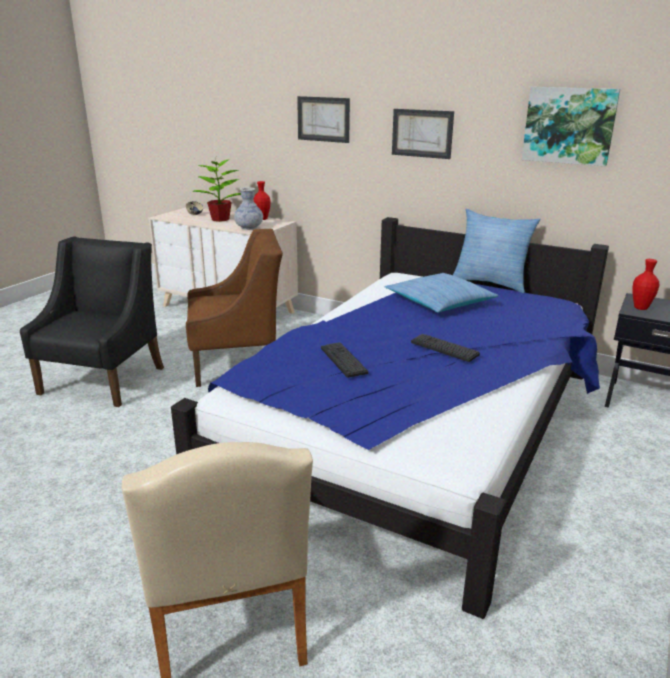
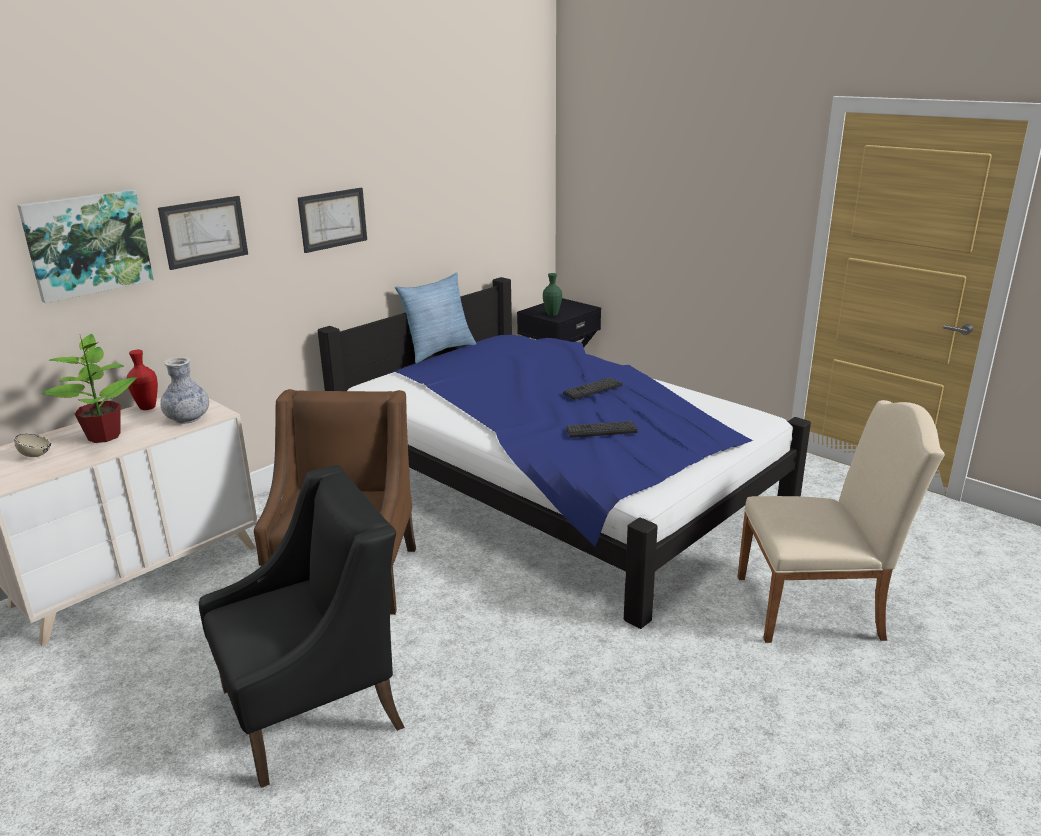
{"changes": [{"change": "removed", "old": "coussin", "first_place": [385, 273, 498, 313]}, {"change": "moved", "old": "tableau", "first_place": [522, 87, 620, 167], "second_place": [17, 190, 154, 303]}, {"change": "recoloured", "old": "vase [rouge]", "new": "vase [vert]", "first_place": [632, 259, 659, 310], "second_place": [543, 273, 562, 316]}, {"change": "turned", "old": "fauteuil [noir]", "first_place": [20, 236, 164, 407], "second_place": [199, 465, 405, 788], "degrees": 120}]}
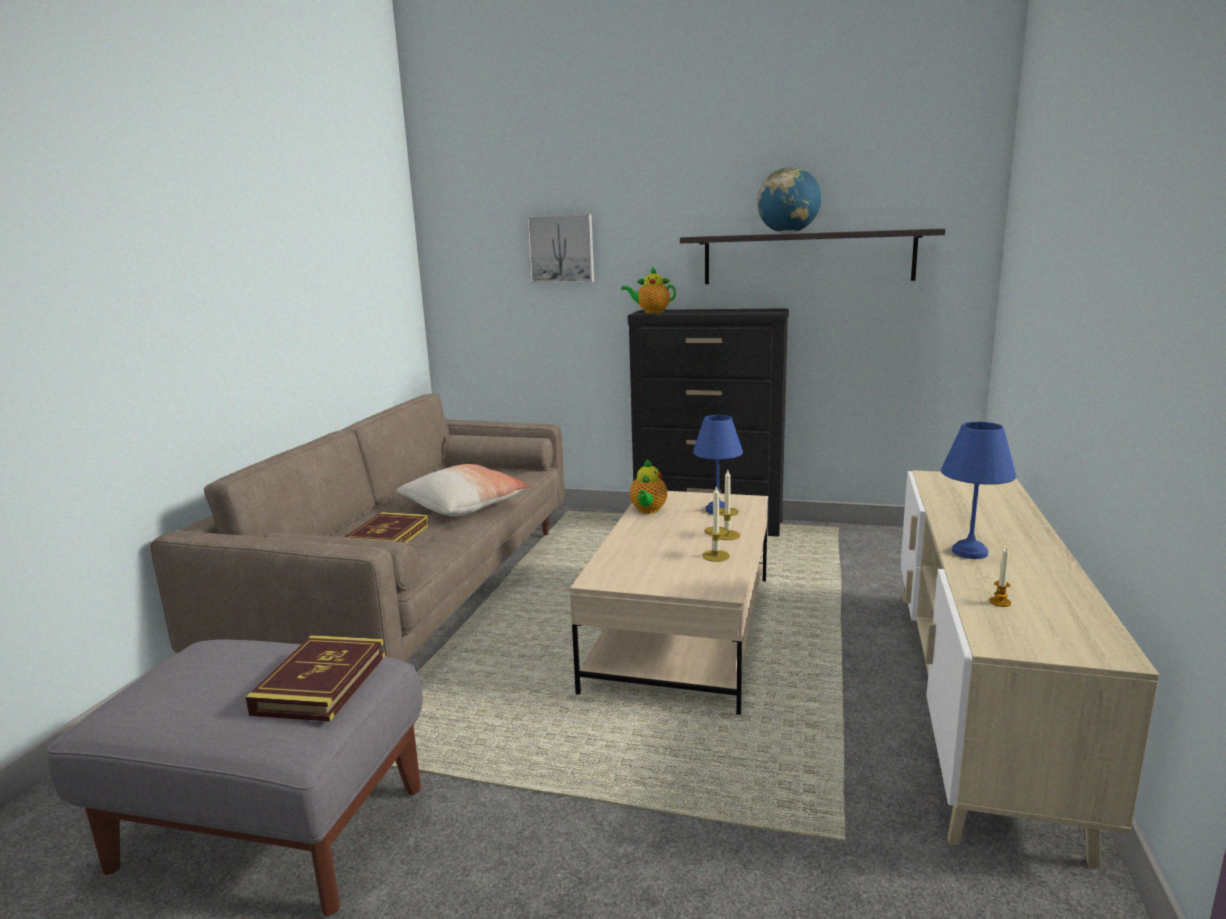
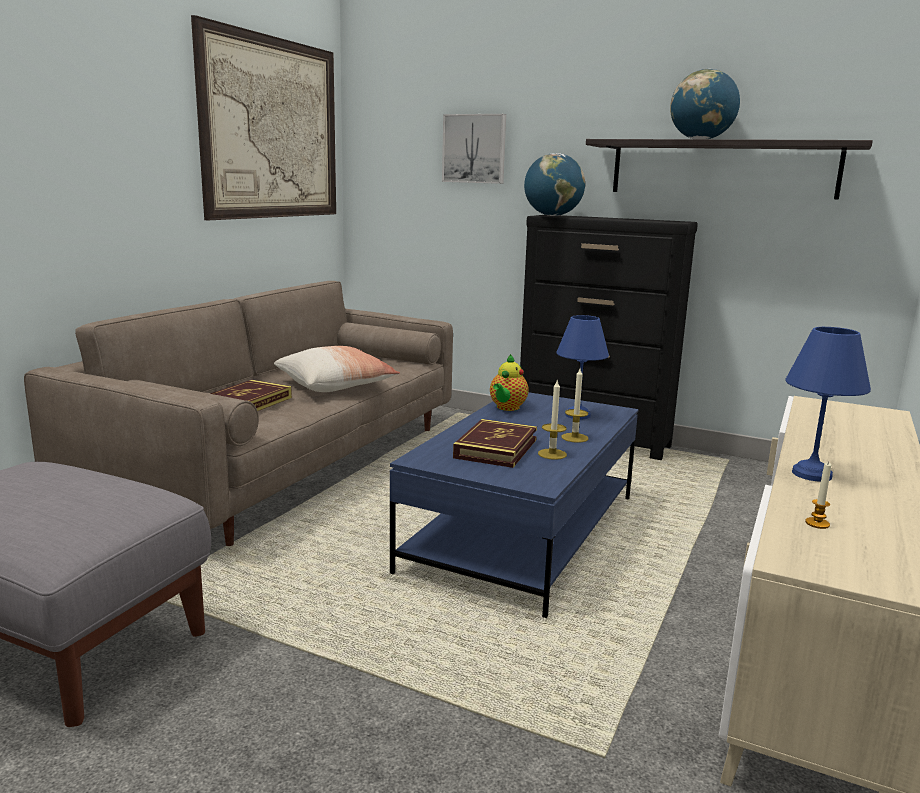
{"changes": [{"change": "added", "new": "tableau", "second_place": [191, 15, 336, 220]}, {"change": "moved", "old": "livre", "first_place": [245, 635, 385, 722], "second_place": [453, 419, 537, 468]}, {"change": "replaced", "old": "théière", "new": "globe", "first_place": [621, 267, 676, 313], "second_place": [524, 153, 585, 216]}, {"change": "recoloured", "old": "table basse [beige]", "new": "table basse [bleu]", "first_place": [570, 491, 768, 715], "second_place": [390, 392, 638, 618]}]}
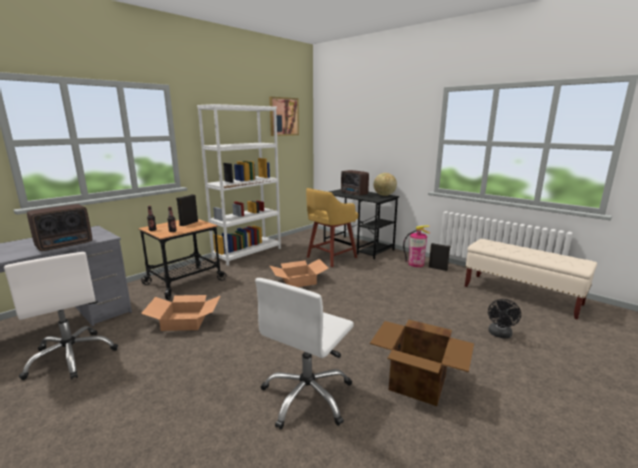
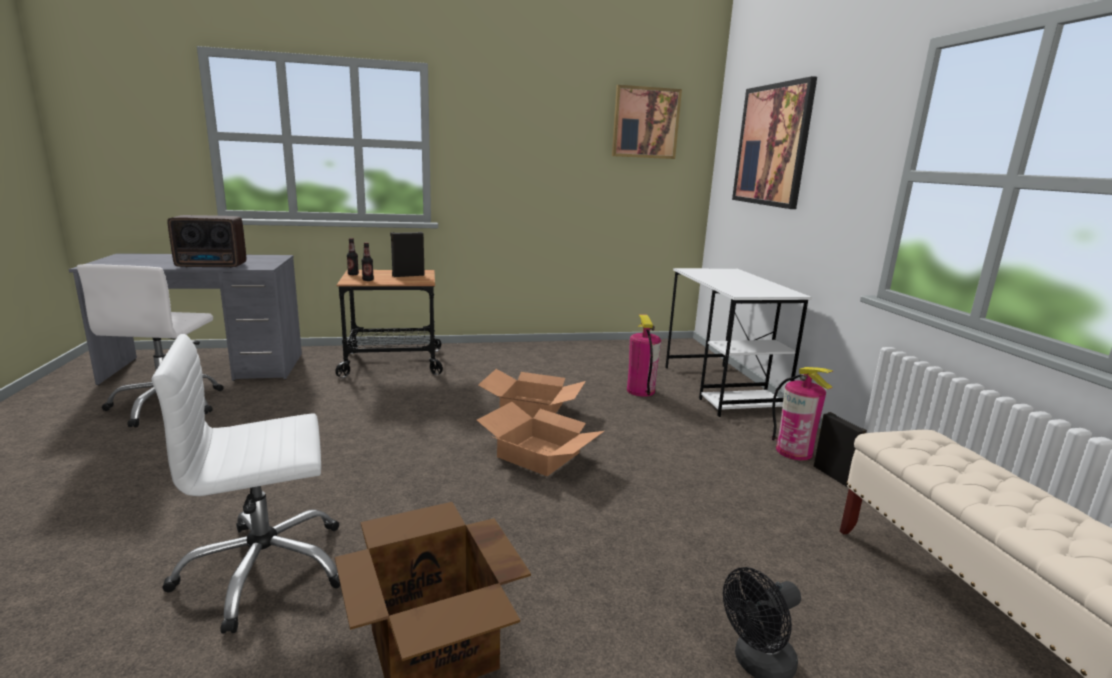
{"changes": [{"change": "removed", "old": "bibliothèque [blanc]", "first_place": [197, 104, 281, 266]}, {"change": "removed", "old": "radio", "first_place": [341, 170, 369, 196]}, {"change": "removed", "old": "globe", "first_place": [373, 173, 397, 196]}, {"change": "added", "new": "tableau", "second_place": [732, 76, 817, 209]}, {"change": "moved", "old": "carton", "first_place": [141, 295, 220, 331], "second_place": [477, 402, 604, 476]}, {"change": "replaced", "old": "tabouret [jaune]", "new": "extincteur", "first_place": [306, 188, 358, 267], "second_place": [627, 314, 661, 397]}, {"change": "recoloured", "old": "bureau [noir]", "new": "bureau [blanc]", "first_place": [324, 189, 399, 259], "second_place": [665, 268, 812, 417]}]}
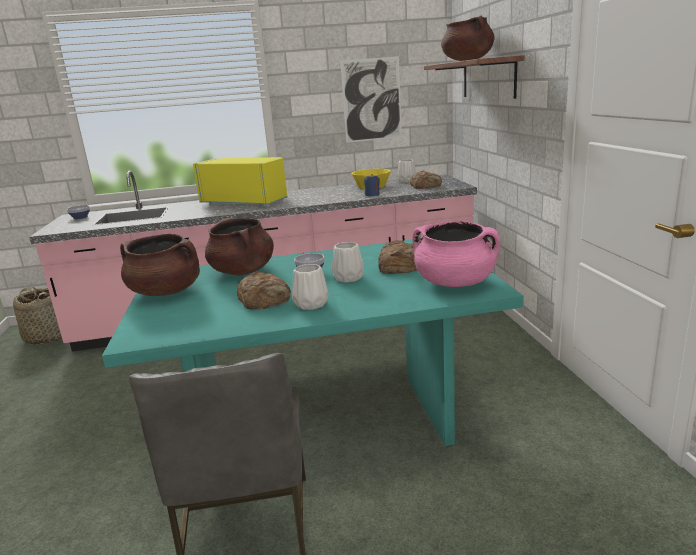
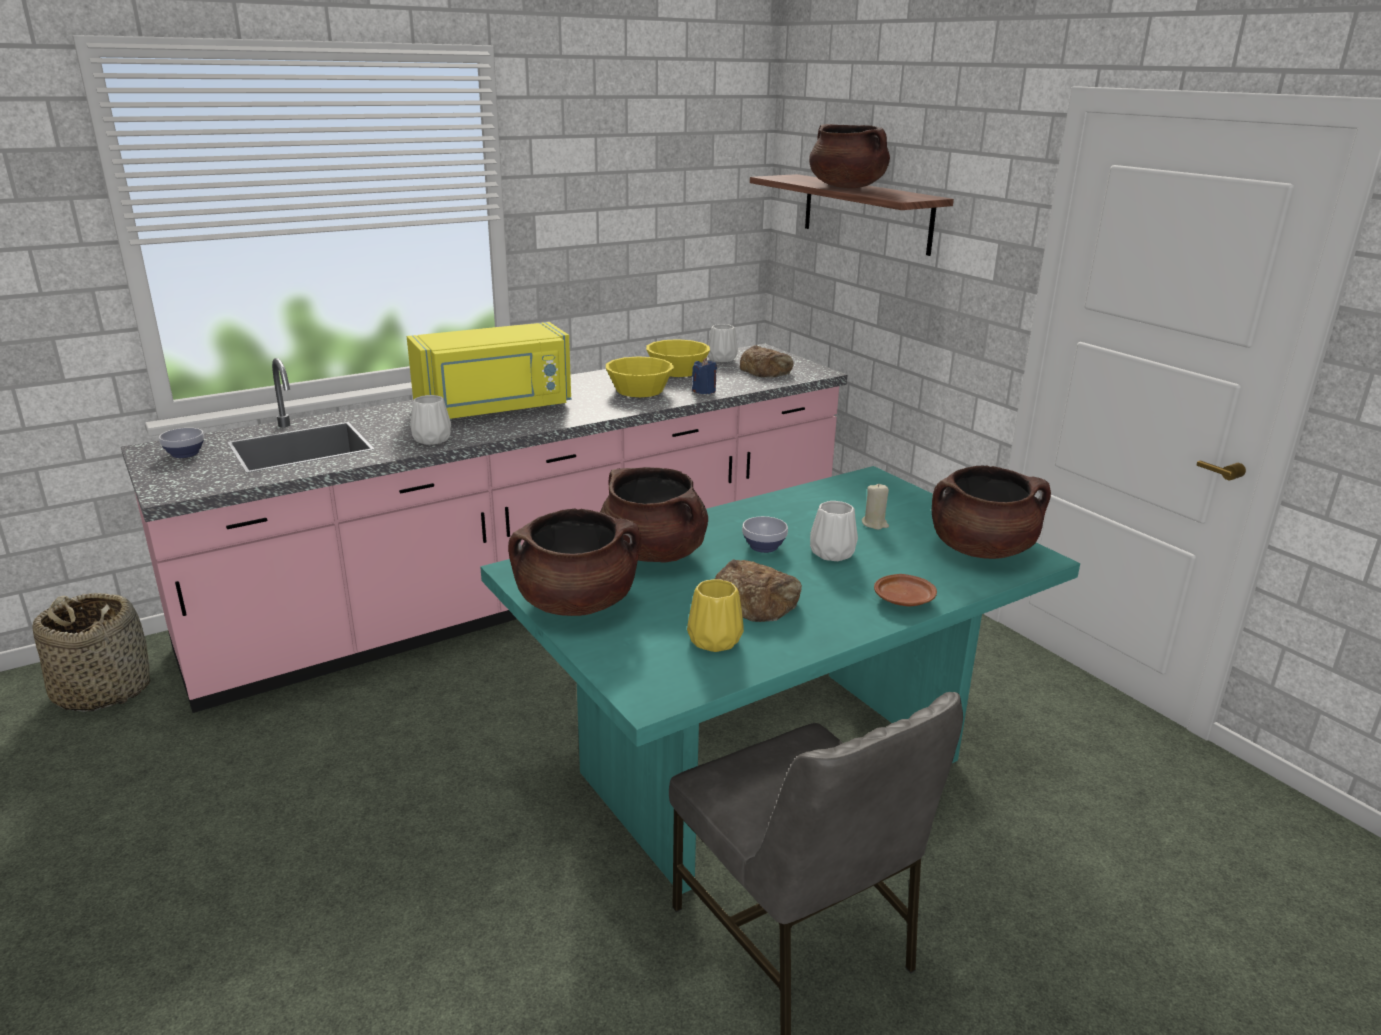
{"changes": [{"change": "removed", "old": "tableau", "first_place": [340, 56, 402, 143]}, {"change": "added", "new": "bol [jaune]", "second_place": [606, 356, 674, 397]}, {"change": "added", "new": "vase [jaune]", "second_place": [687, 579, 744, 652]}, {"change": "added", "new": "assiette [marron]", "second_place": [874, 574, 937, 606]}, {"change": "moved", "old": "vase [blanc]", "first_place": [292, 264, 328, 310], "second_place": [410, 395, 451, 445]}, {"change": "replaced", "old": "pain", "new": "bougie [beige]", "first_place": [378, 241, 417, 274], "second_place": [862, 484, 889, 530]}, {"change": "recoloured", "old": "marmite [rose]", "new": "marmite [marron]", "first_place": [413, 221, 500, 287], "second_place": [932, 465, 1051, 559]}, {"change": "turned", "old": "micro-ondes [jaune]", "first_place": [193, 157, 287, 207], "second_place": [407, 322, 571, 420], "degrees": 150}]}
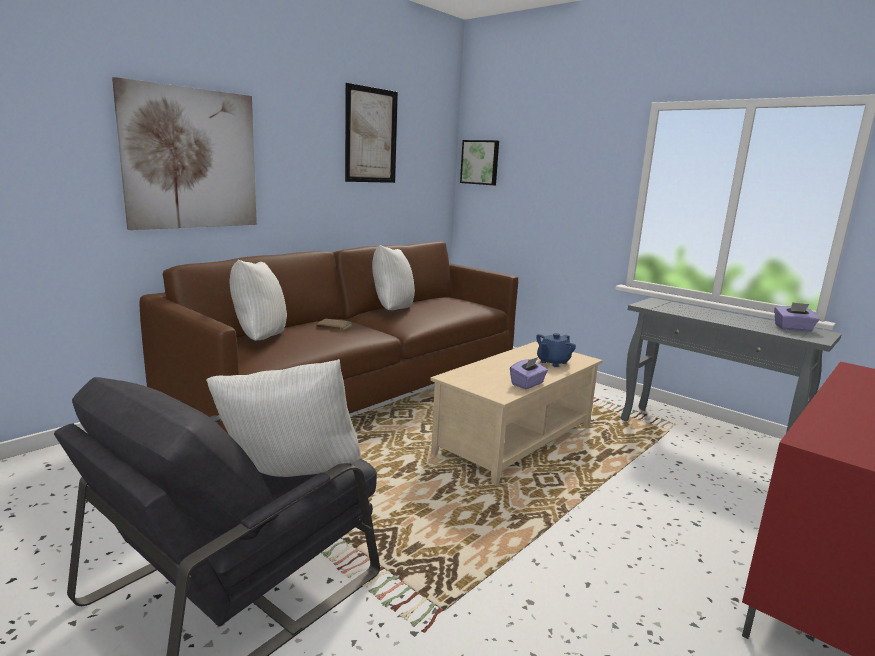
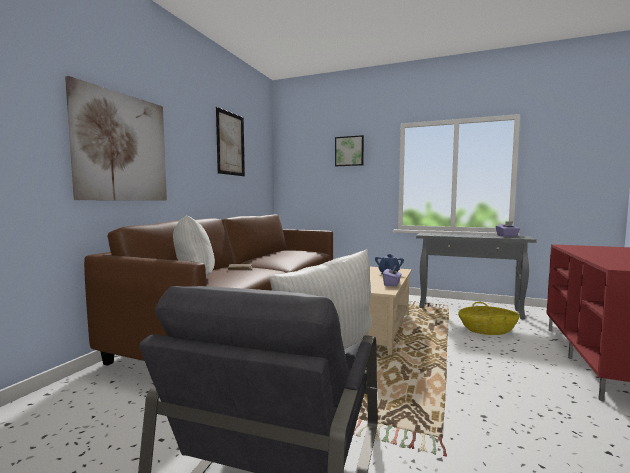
{"changes": [{"change": "removed", "old": "coussin [blanc]", "first_place": [372, 245, 415, 310]}, {"change": "added", "new": "panier", "second_place": [458, 302, 519, 335]}, {"change": "moved", "old": "tableau", "first_place": [460, 140, 499, 185], "second_place": [335, 135, 364, 166]}]}
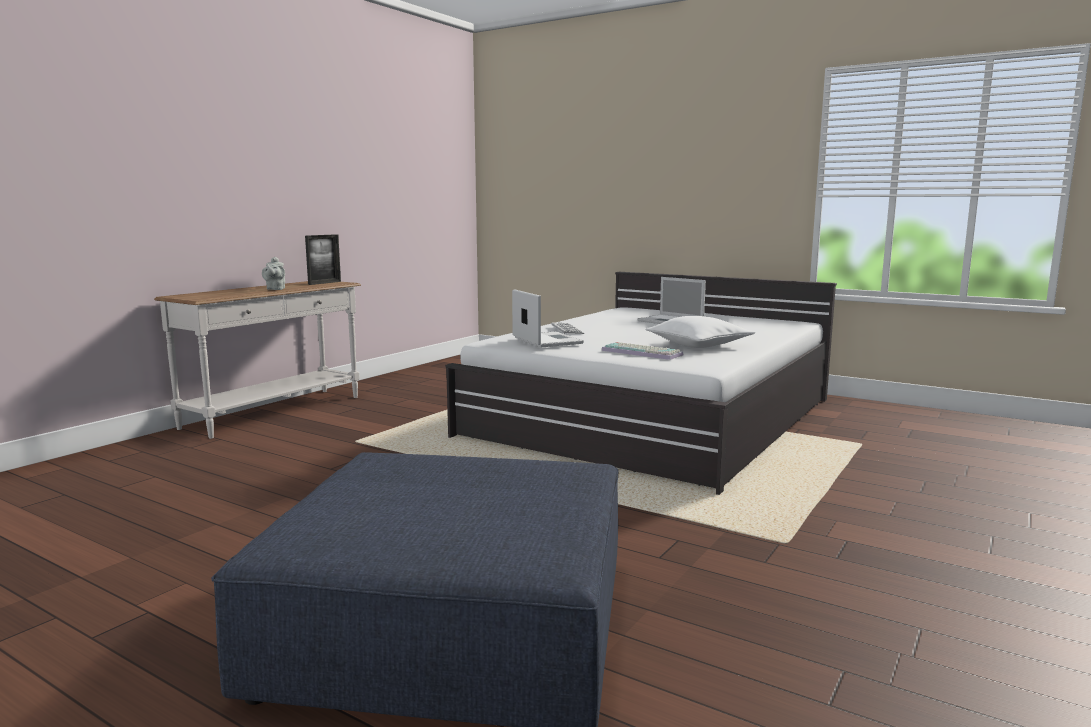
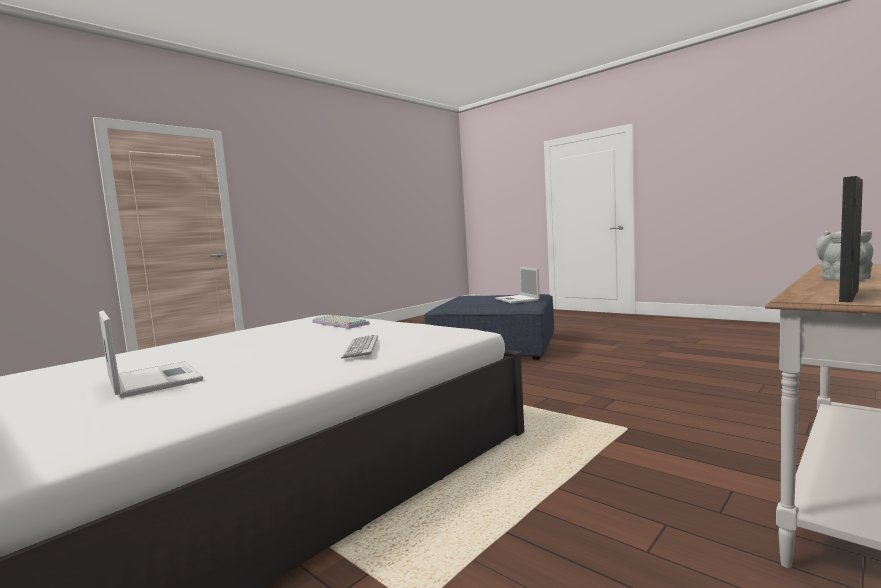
{"changes": [{"change": "removed", "old": "coussin [blanc]", "first_place": [646, 316, 755, 348]}, {"change": "moved", "old": "ordinateur portable", "first_place": [512, 289, 584, 347], "second_place": [495, 267, 540, 304]}]}
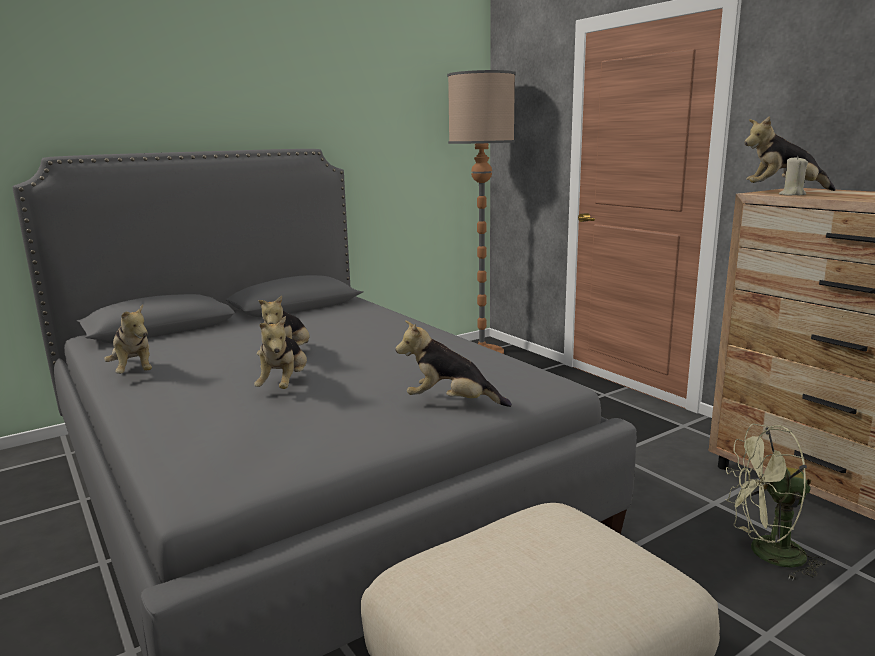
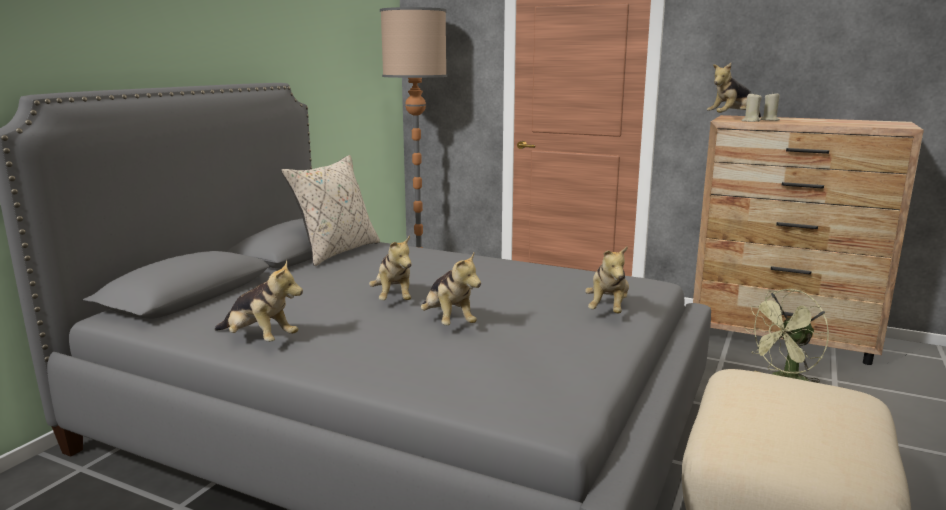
{"changes": [{"change": "added", "new": "coussin [beige]", "second_place": [281, 155, 380, 266]}, {"change": "added", "new": "bougie [beige]", "second_place": [761, 94, 780, 121]}, {"change": "turned", "old": "peluche", "first_place": [395, 320, 512, 407], "second_place": [585, 246, 629, 313], "degrees": -60}]}
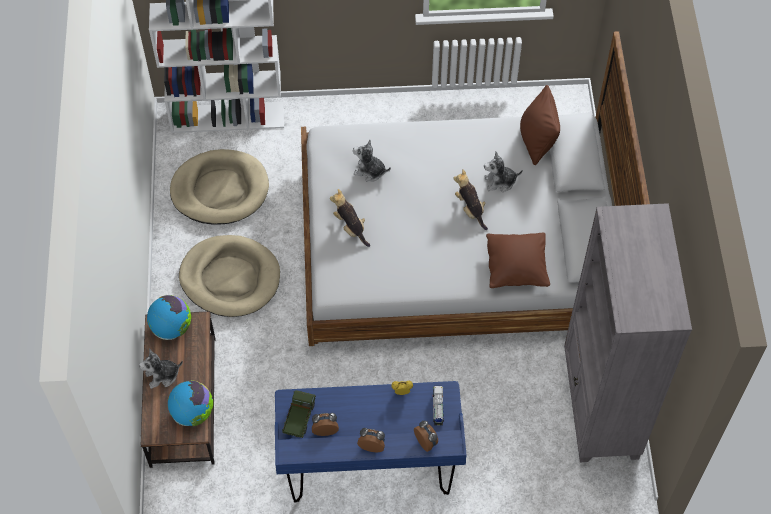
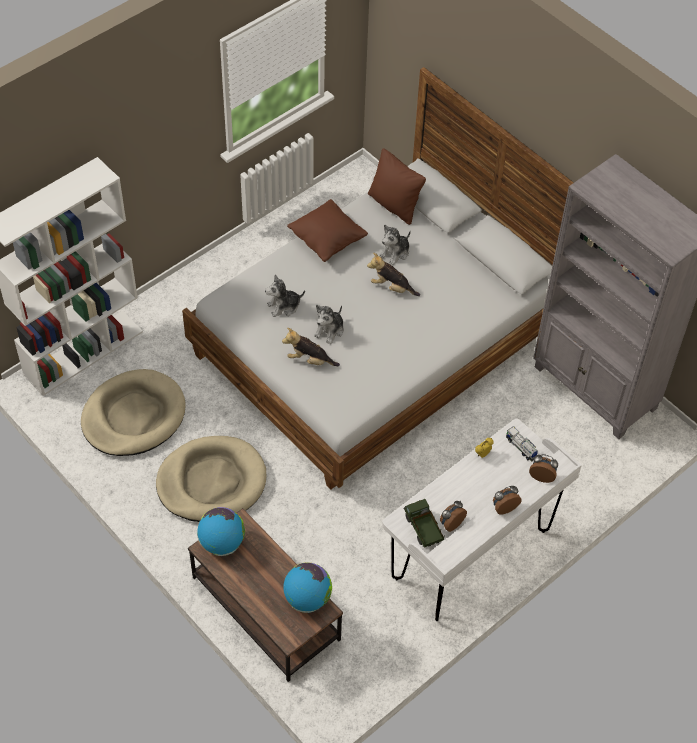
{"changes": [{"change": "moved", "old": "peluche", "first_place": [139, 348, 183, 389], "second_place": [314, 305, 344, 344]}, {"change": "moved", "old": "coussin [marron]", "first_place": [486, 233, 550, 288], "second_place": [287, 199, 368, 262]}, {"change": "recoloured", "old": "bureau [bleu]", "new": "bureau [blanc]", "first_place": [275, 381, 467, 503], "second_place": [382, 419, 582, 621]}]}
